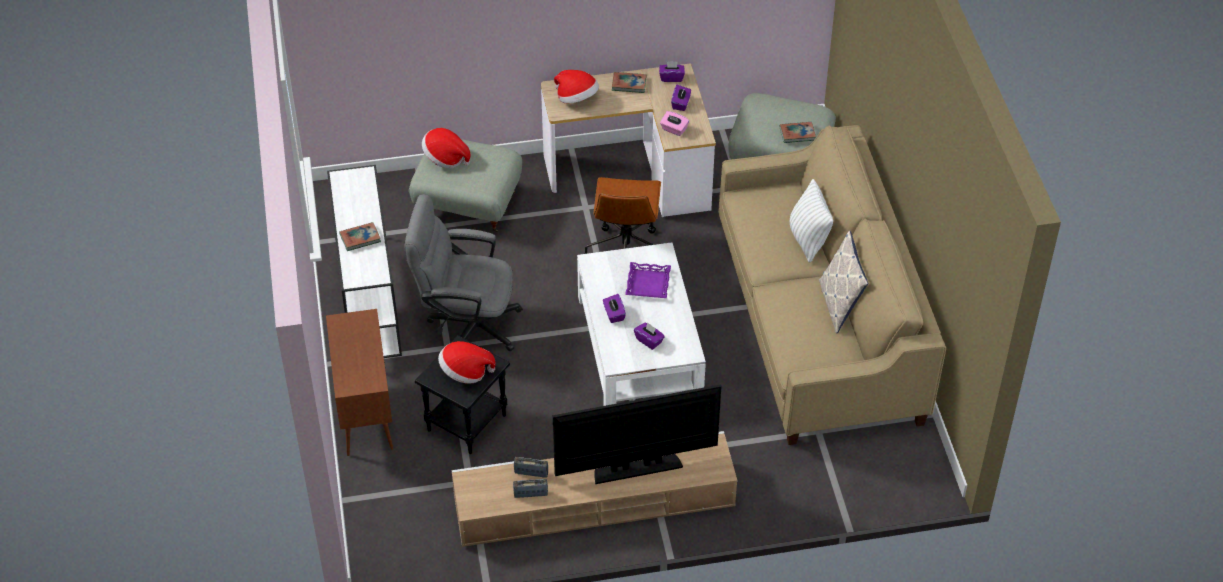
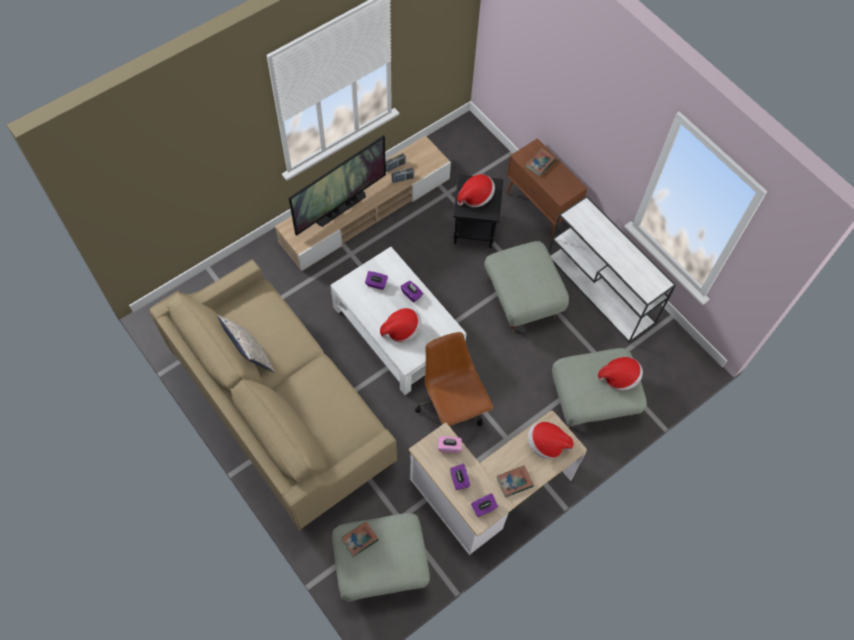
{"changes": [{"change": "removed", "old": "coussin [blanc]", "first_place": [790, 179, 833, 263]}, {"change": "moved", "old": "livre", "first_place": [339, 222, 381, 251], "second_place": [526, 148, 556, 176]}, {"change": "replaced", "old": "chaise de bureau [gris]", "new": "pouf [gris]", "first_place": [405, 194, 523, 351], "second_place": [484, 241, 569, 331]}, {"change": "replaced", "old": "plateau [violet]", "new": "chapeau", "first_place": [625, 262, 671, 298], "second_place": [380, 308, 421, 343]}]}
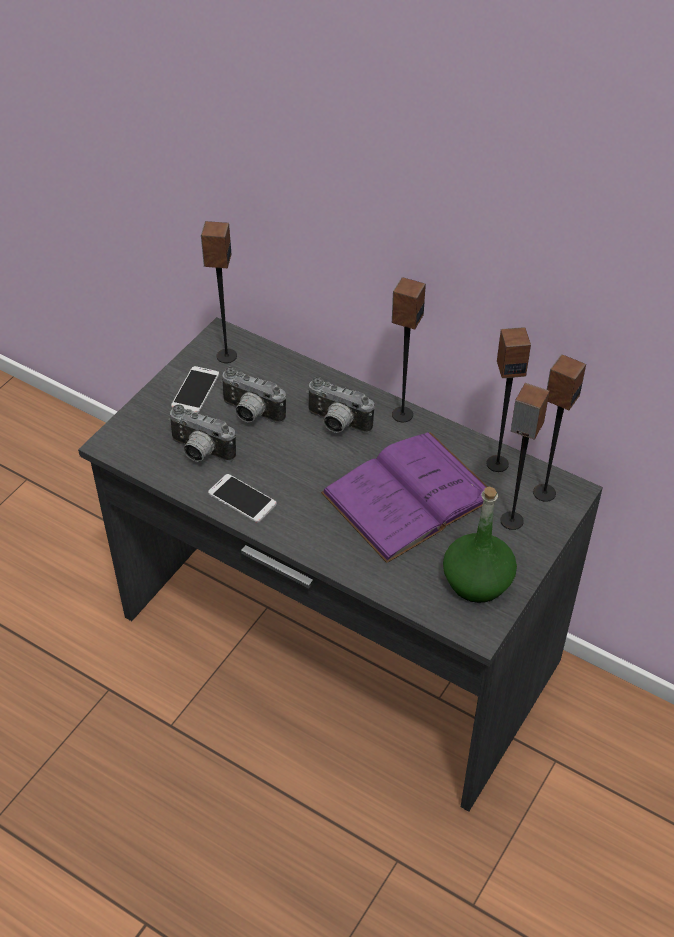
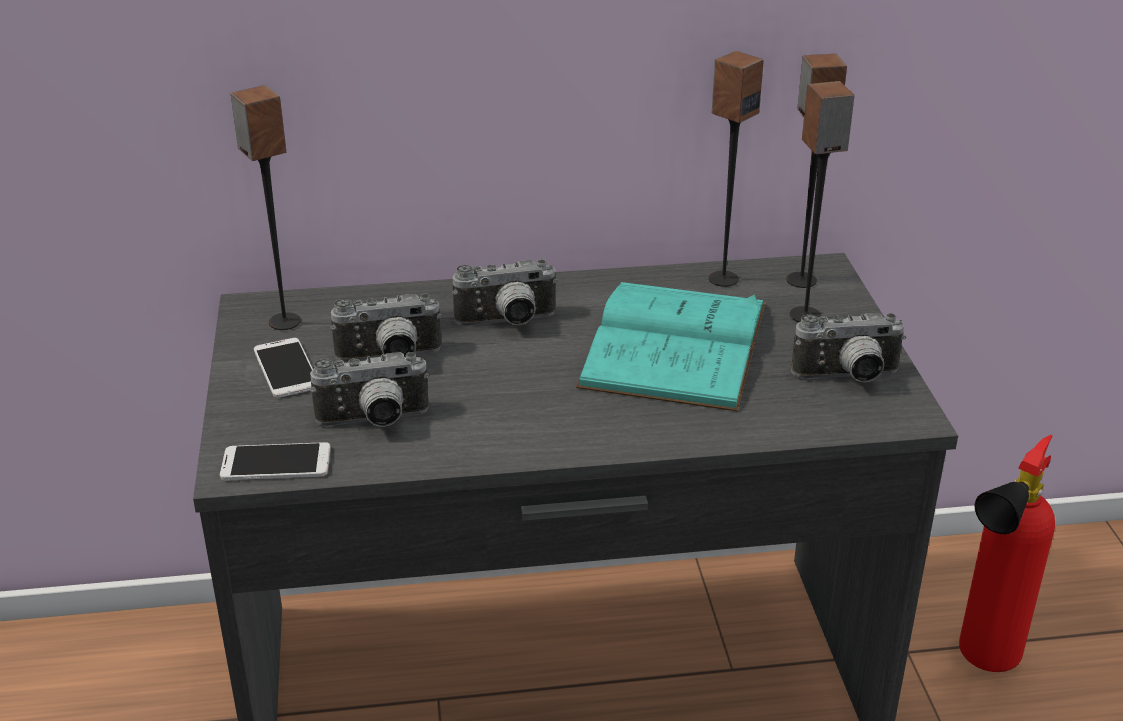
{"changes": [{"change": "removed", "old": "enceinte", "first_place": [392, 277, 426, 422]}, {"change": "added", "new": "extincteur", "second_place": [959, 435, 1055, 672]}, {"change": "moved", "old": "téléphone", "first_place": [208, 474, 277, 523], "second_place": [220, 442, 331, 480]}, {"change": "replaced", "old": "bouteille [vert]", "new": "appareil photo", "first_place": [443, 486, 517, 603], "second_place": [791, 313, 906, 383]}, {"change": "recoloured", "old": "livre [violet]", "new": "livre [turquoise]", "first_place": [321, 432, 488, 563], "second_place": [576, 282, 766, 412]}]}
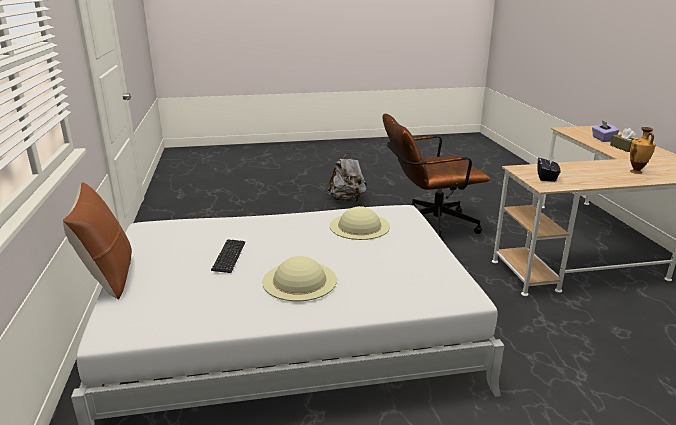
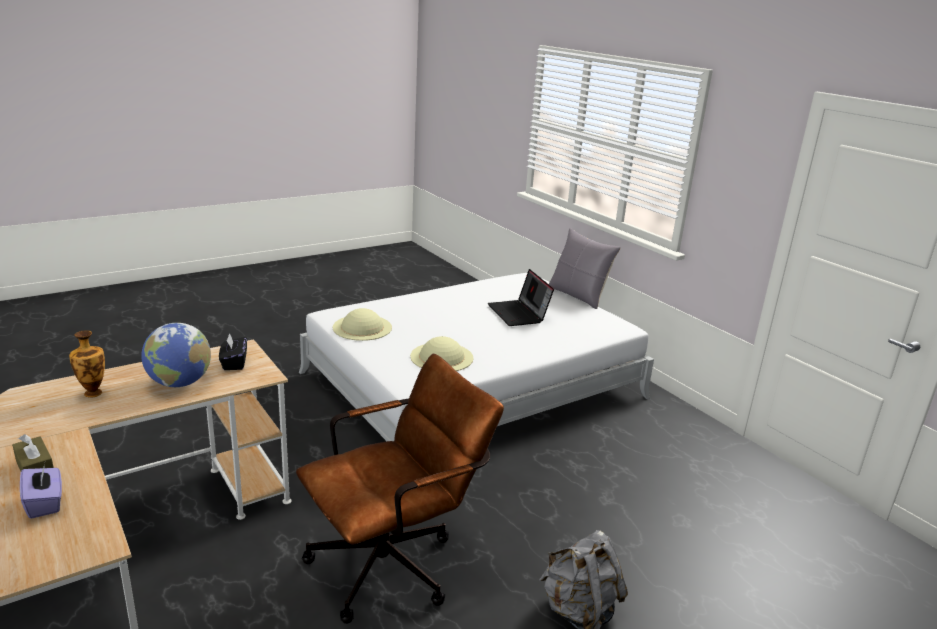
{"changes": [{"change": "added", "new": "globe", "second_place": [141, 323, 211, 388]}, {"change": "moved", "old": "chapeau [beige]", "first_place": [262, 256, 337, 301], "second_place": [333, 308, 392, 341]}, {"change": "replaced", "old": "clavier", "new": "ordinateur portable", "first_place": [211, 239, 245, 273], "second_place": [488, 269, 554, 326]}, {"change": "recoloured", "old": "coussin [marron]", "new": "coussin [gris]", "first_place": [63, 182, 132, 300], "second_place": [549, 228, 621, 309]}]}
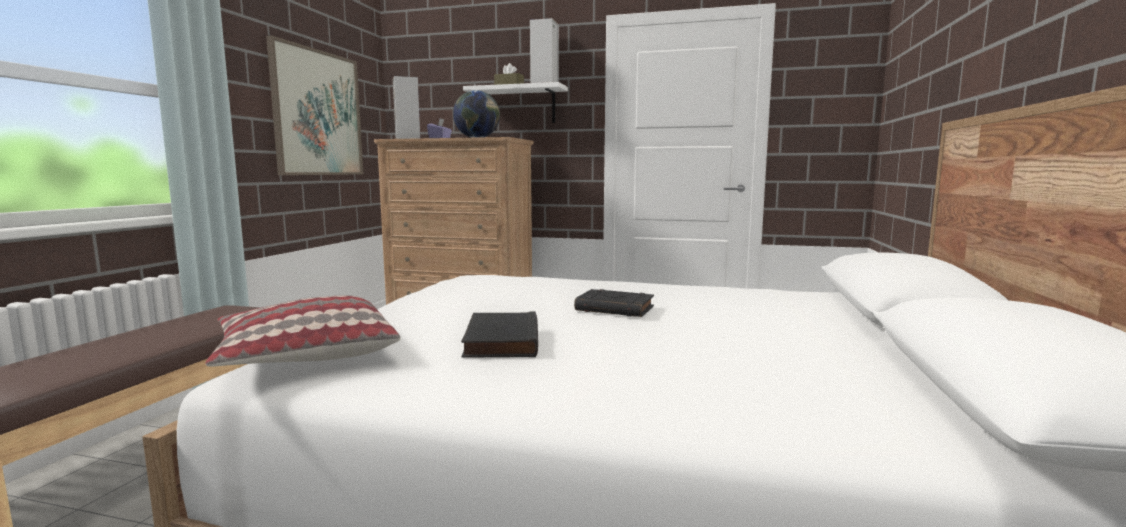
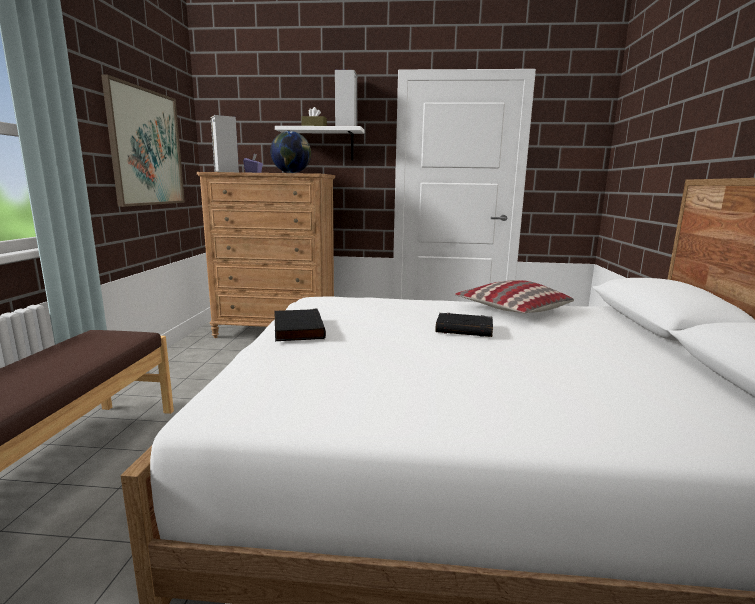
{"changes": [{"change": "moved", "old": "coussin", "first_place": [205, 295, 401, 367], "second_place": [455, 280, 574, 313]}, {"change": "moved", "old": "livre [noir]", "first_place": [461, 311, 538, 358], "second_place": [275, 309, 326, 341]}]}
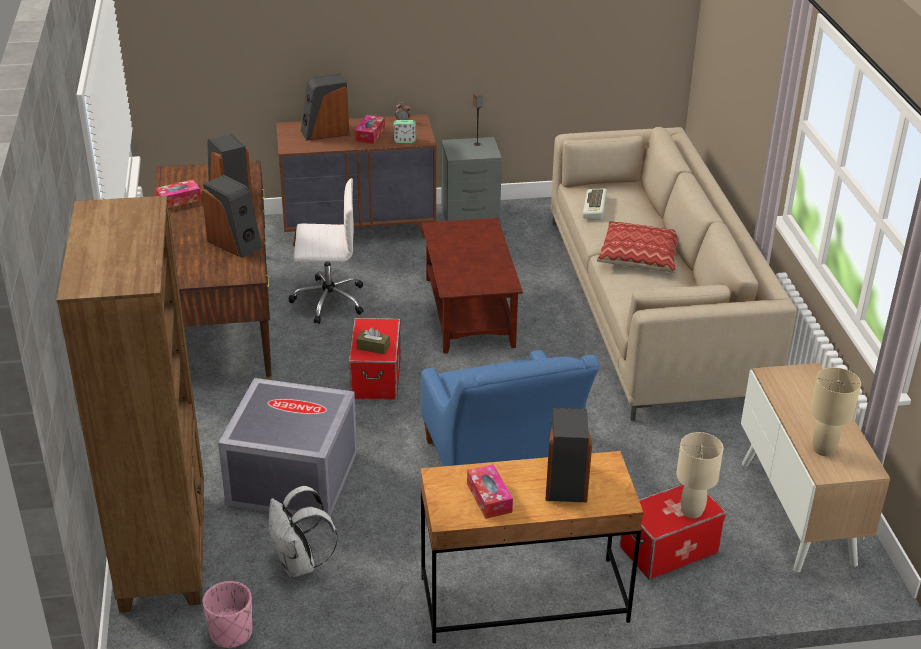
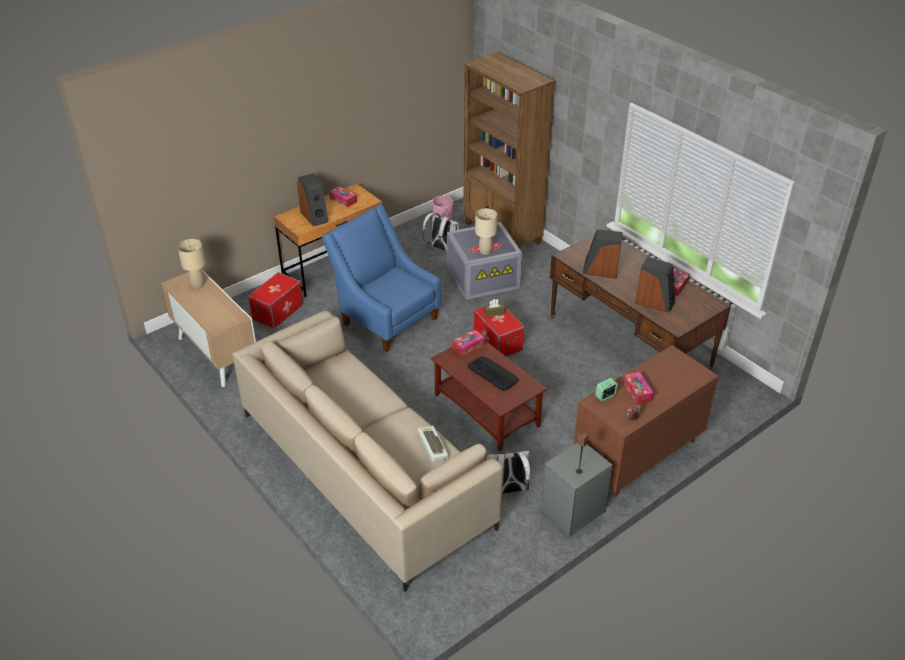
{"changes": [{"change": "removed", "old": "chaise de bureau [blanc]", "first_place": [288, 178, 363, 324]}, {"change": "removed", "old": "enceinte", "first_place": [301, 74, 349, 141]}, {"change": "removed", "old": "coussin", "first_place": [597, 221, 678, 273]}, {"change": "added", "new": "boîte à mouchoirs", "second_place": [452, 330, 485, 356]}, {"change": "added", "new": "clavier", "second_place": [468, 356, 519, 391]}, {"change": "added", "new": "sac à dos [blanc]", "second_place": [487, 450, 531, 494]}, {"change": "moved", "old": "lampe de table [beige]", "first_place": [676, 432, 723, 518], "second_place": [475, 208, 497, 255]}]}
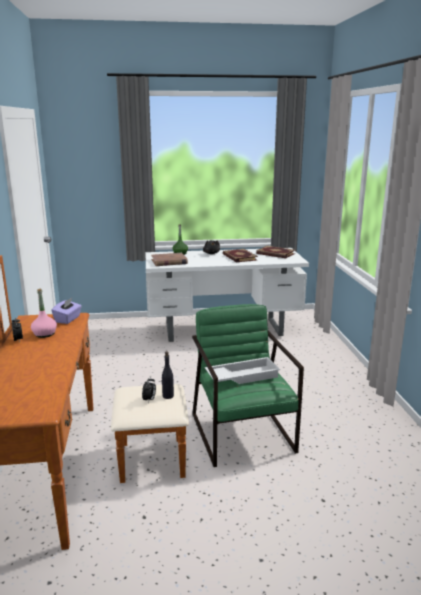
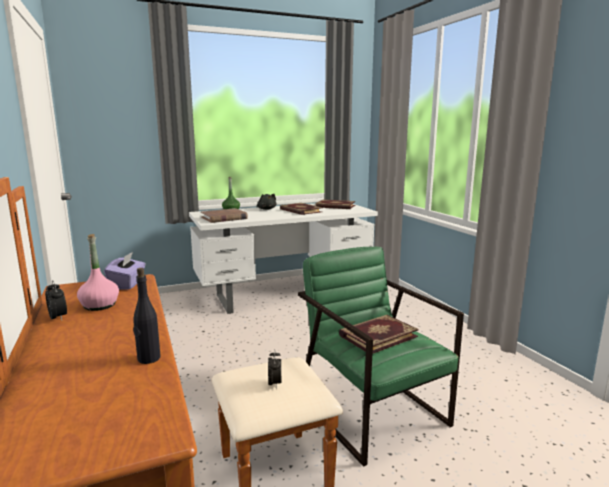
{"changes": [{"change": "moved", "old": "bouteille [noir]", "first_place": [161, 351, 174, 399], "second_place": [133, 268, 160, 364]}, {"change": "replaced", "old": "plateau [blanc]", "new": "livre", "first_place": [205, 357, 280, 384], "second_place": [339, 315, 419, 354]}]}
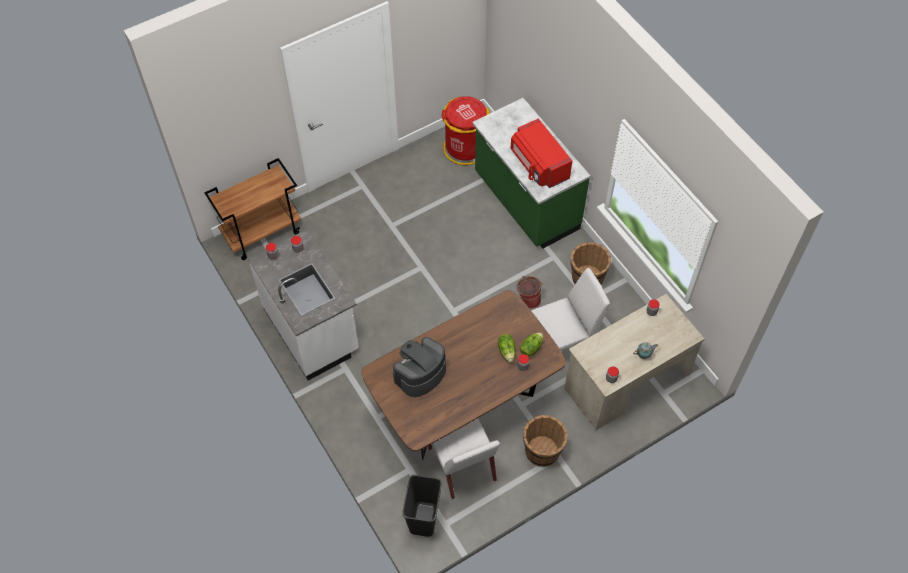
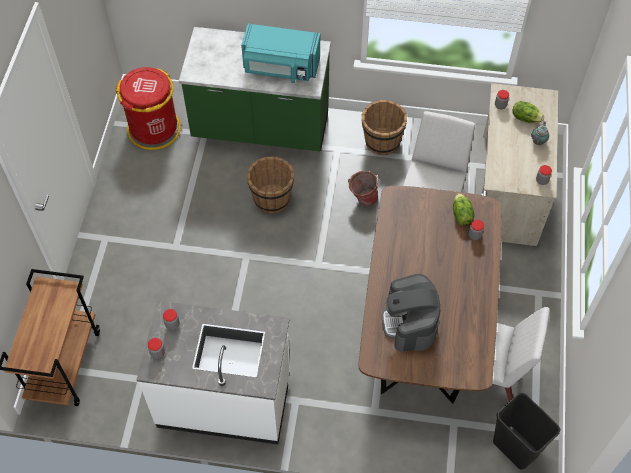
{"changes": [{"change": "moved", "old": "laitue", "first_place": [498, 334, 516, 363], "second_place": [512, 101, 544, 123]}, {"change": "moved", "old": "seau [marron]", "first_place": [523, 415, 568, 467], "second_place": [247, 157, 294, 213]}, {"change": "recoloured", "old": "micro-ondes [rouge]", "new": "micro-ondes [turquoise]", "first_place": [511, 118, 572, 188], "second_place": [241, 24, 320, 83]}]}
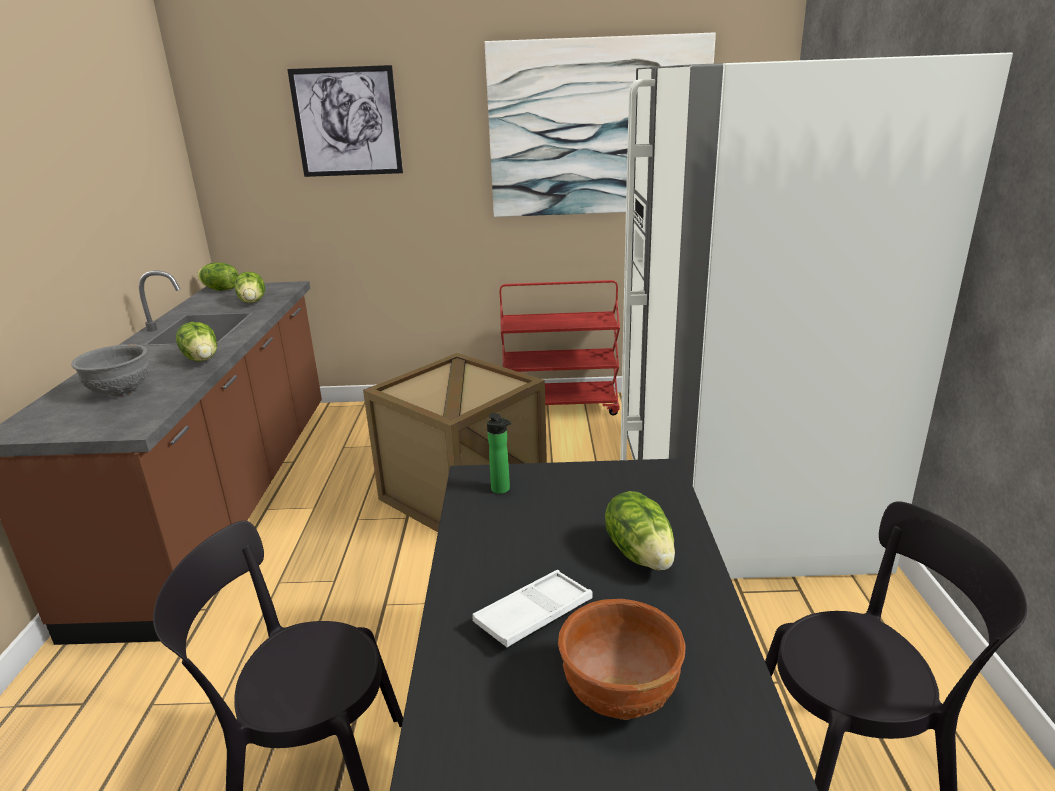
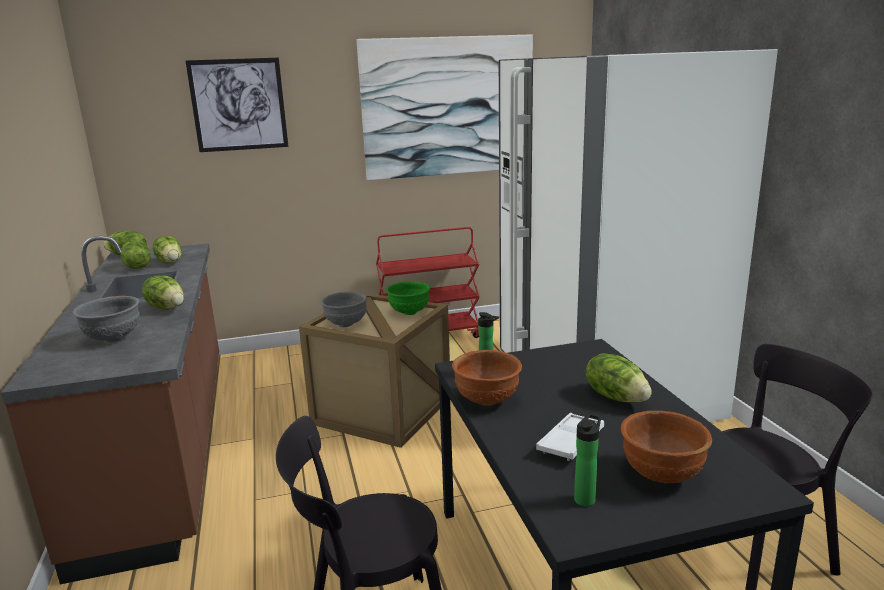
{"changes": [{"change": "added", "new": "laitue", "second_place": [121, 241, 151, 269]}, {"change": "added", "new": "bol [gris]", "second_place": [320, 292, 367, 327]}, {"change": "added", "new": "bol [vert]", "second_place": [386, 281, 430, 315]}, {"change": "added", "new": "bol [marron]", "second_place": [452, 350, 522, 406]}, {"change": "added", "new": "bouteille", "second_place": [574, 414, 601, 507]}]}
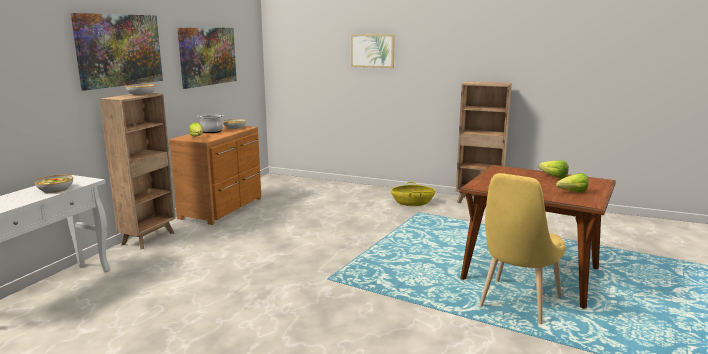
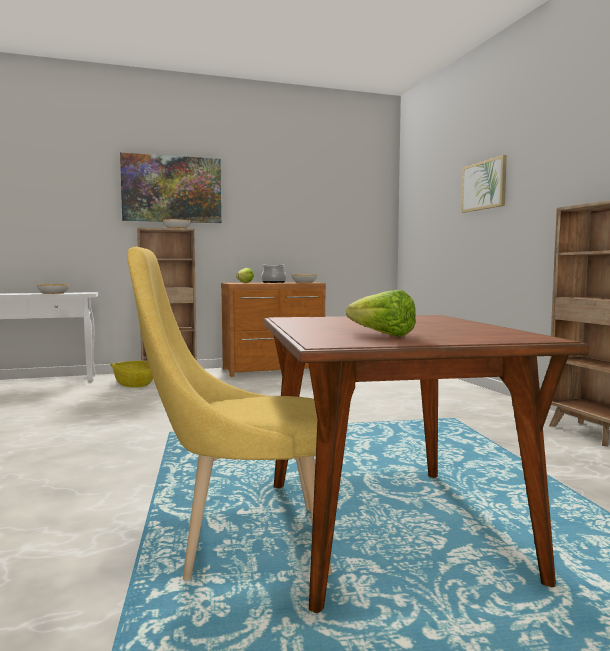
{"changes": [{"change": "removed", "old": "tableau", "first_place": [178, 28, 237, 89]}, {"change": "removed", "old": "laitue", "first_place": [539, 160, 569, 179]}, {"change": "moved", "old": "panier", "first_place": [391, 182, 436, 206], "second_place": [110, 361, 153, 387]}]}
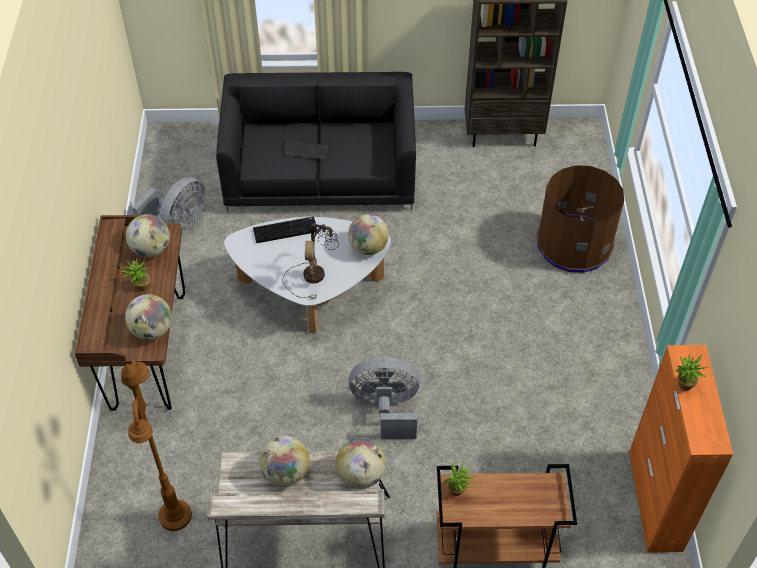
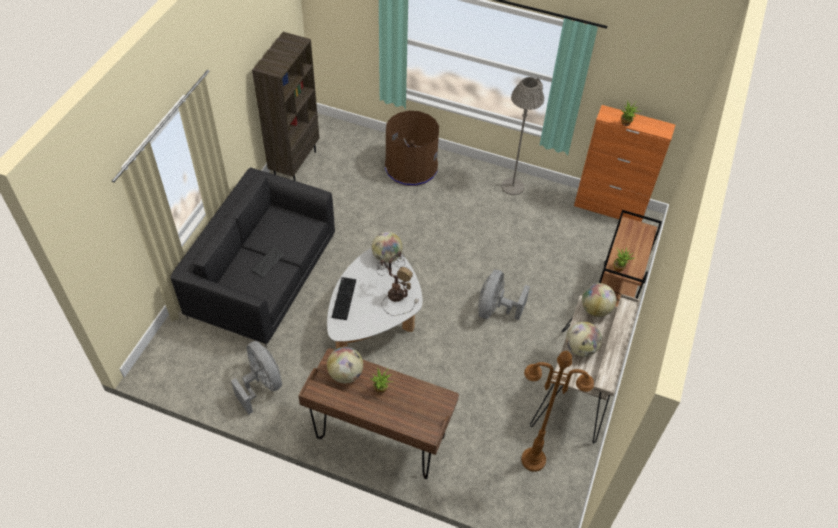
{"changes": [{"change": "removed", "old": "globe", "first_place": [125, 294, 172, 340]}, {"change": "added", "new": "lampadaire [gris]", "second_place": [501, 77, 544, 195]}]}
